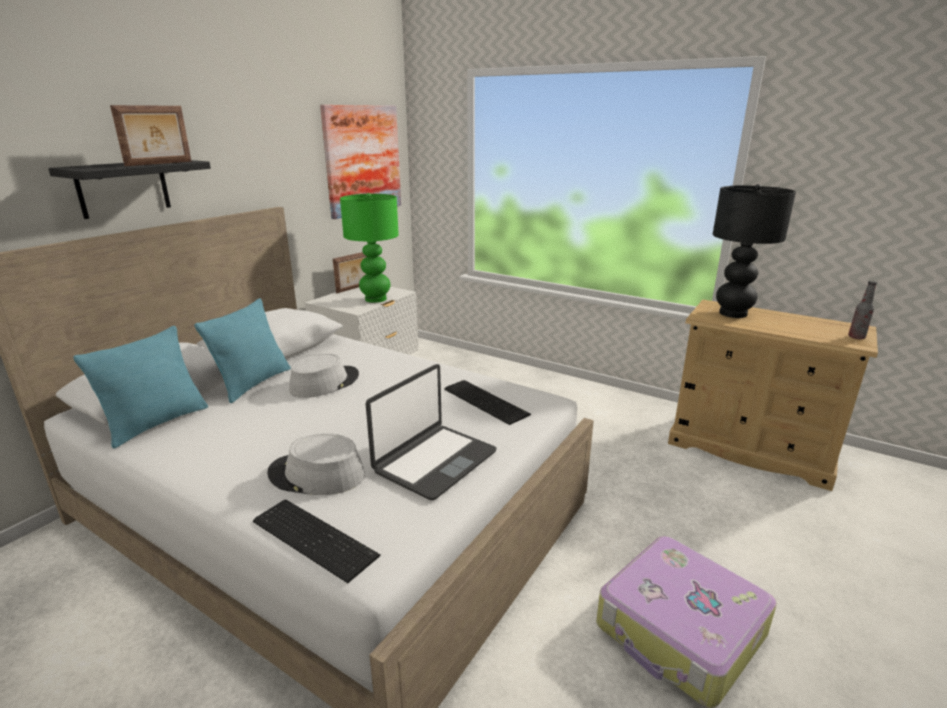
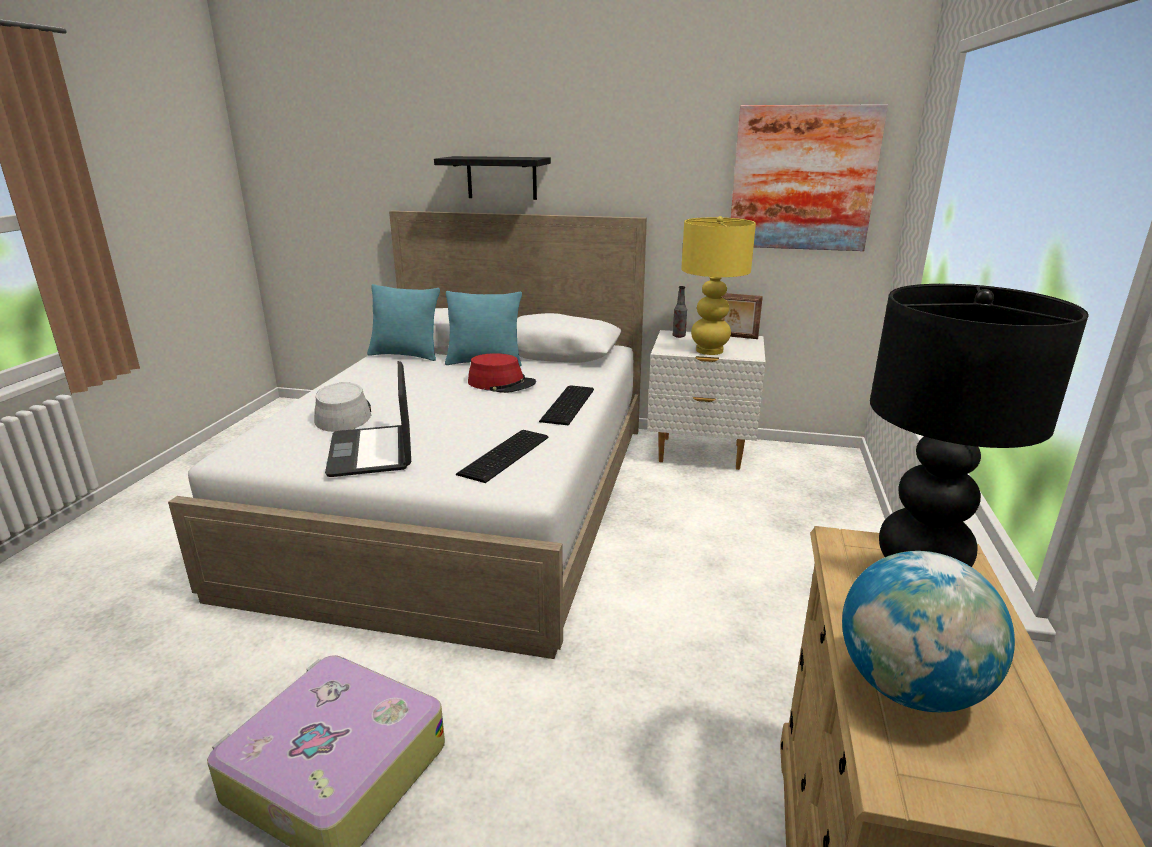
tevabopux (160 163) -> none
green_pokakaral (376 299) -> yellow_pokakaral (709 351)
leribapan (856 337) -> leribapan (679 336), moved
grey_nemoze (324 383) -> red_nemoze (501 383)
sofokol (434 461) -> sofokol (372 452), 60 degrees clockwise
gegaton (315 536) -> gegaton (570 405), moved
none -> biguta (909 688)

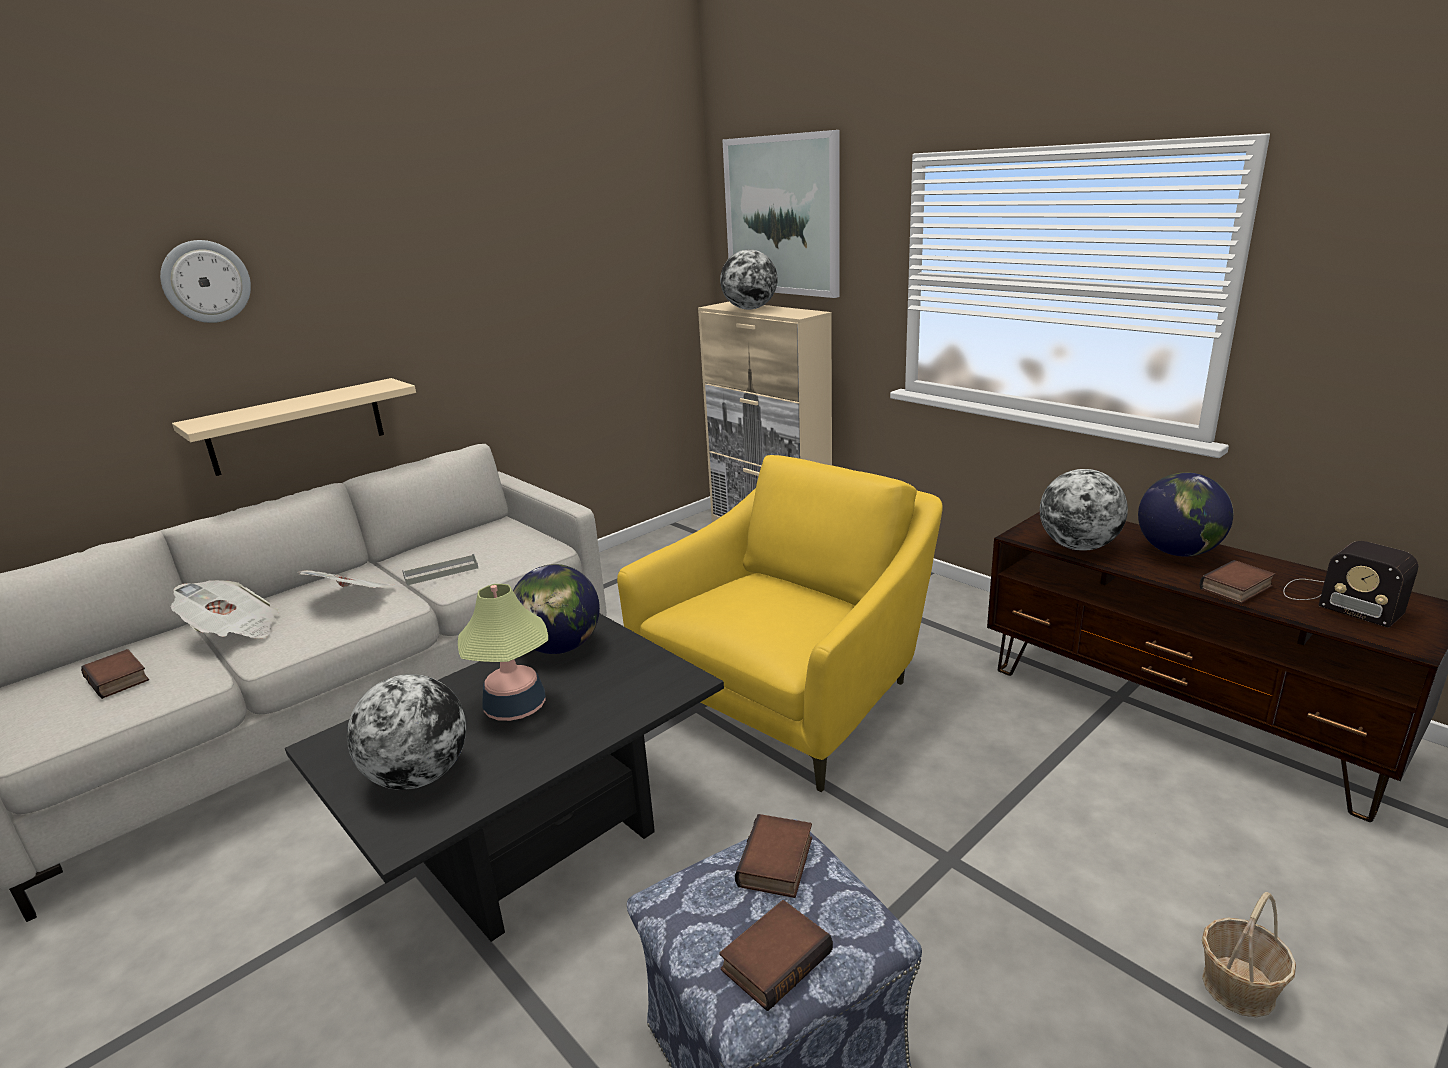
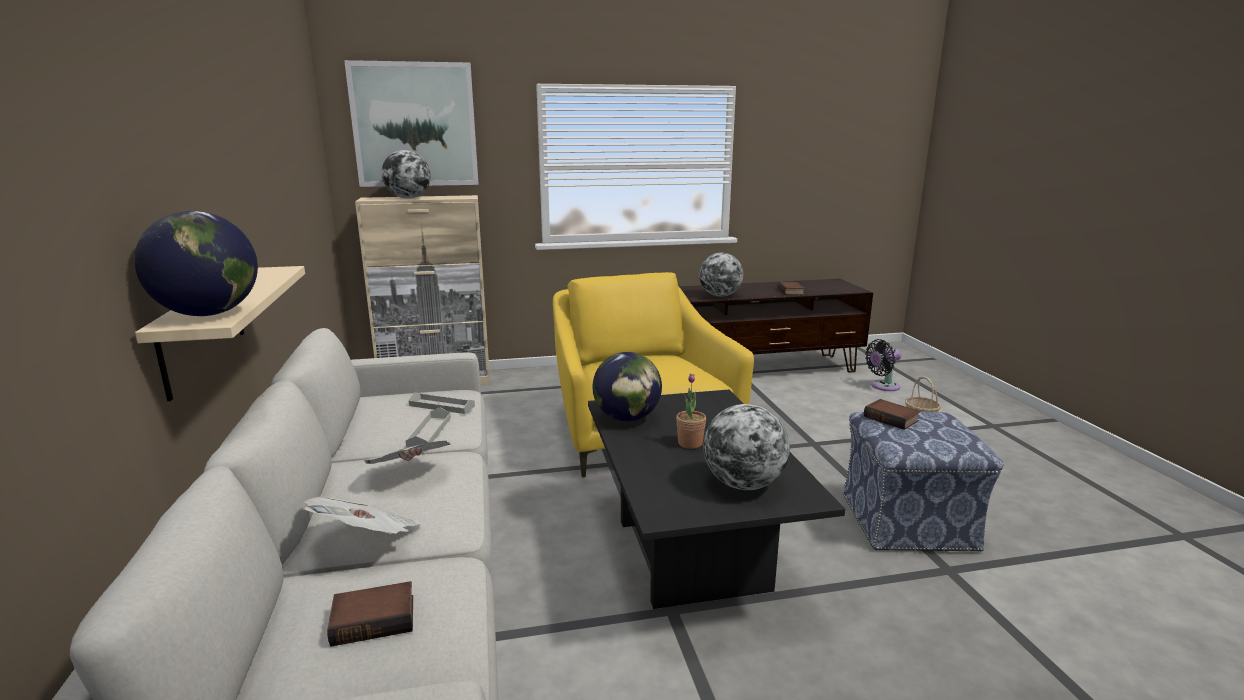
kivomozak (206 281) -> none
biguta (1177 552) -> biguta (208 314), moved
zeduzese (1336 600) -> none
pokakaral (515 707) -> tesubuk (690 443)
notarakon (775 958) -> none
none -> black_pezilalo (882 386)
none -> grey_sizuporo (442 406)

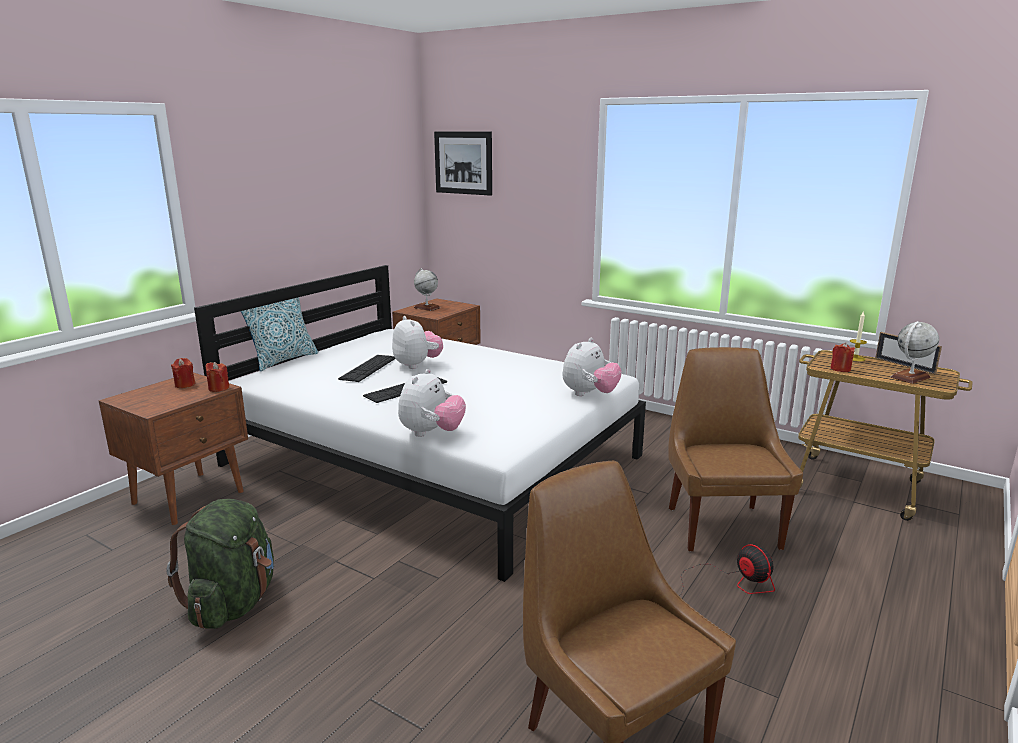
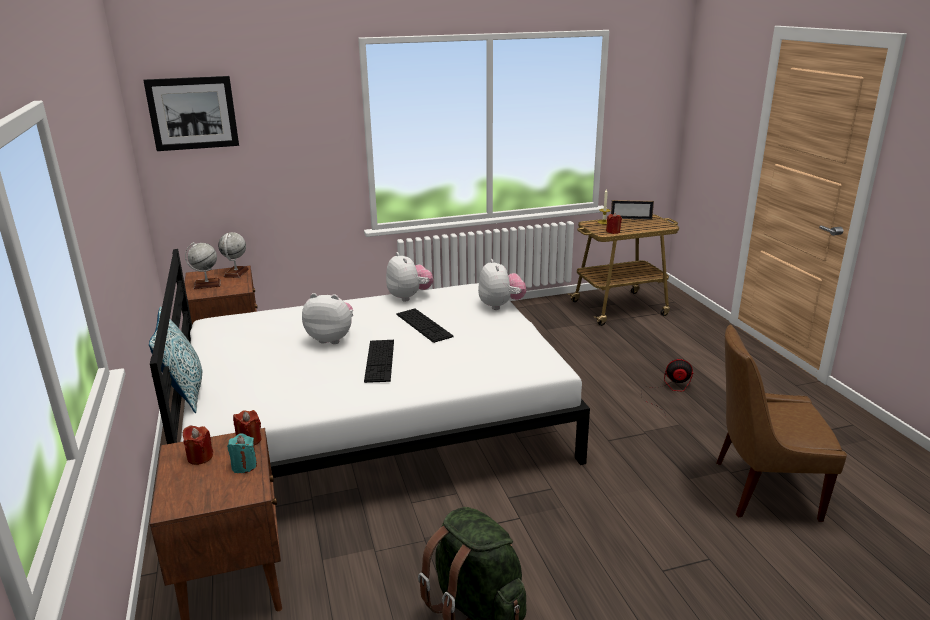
biguta (910 377) -> biguta (236 273), moved
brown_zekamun (721 525) -> none
gegaton (368 368) -> gegaton (423 325), moved
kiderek (431 433) -> kiderek (409 297), moved
none -> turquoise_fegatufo (244 466)

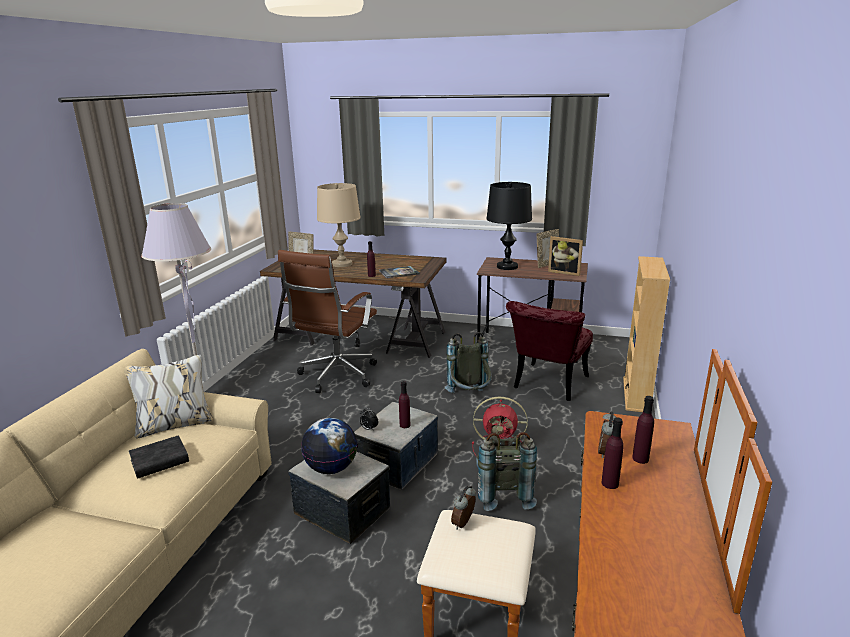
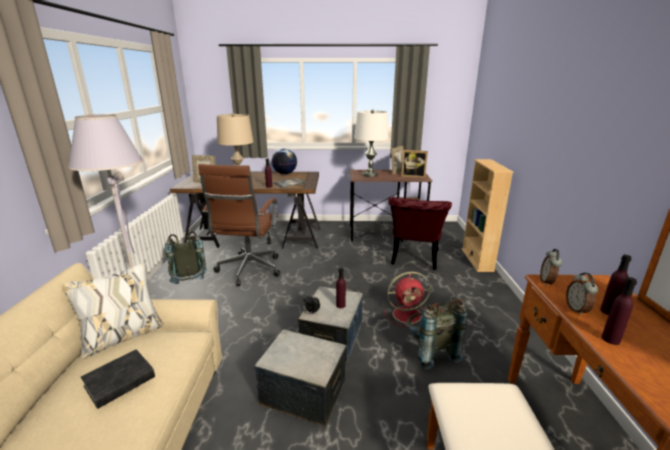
black_pokakaral (507 267) -> white_pokakaral (370 175)
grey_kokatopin (469 398) -> grey_kokatopin (190 286), moved
biguta (331 468) -> biguta (285 173), moved
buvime (464 524) -> buvime (547 282), moved

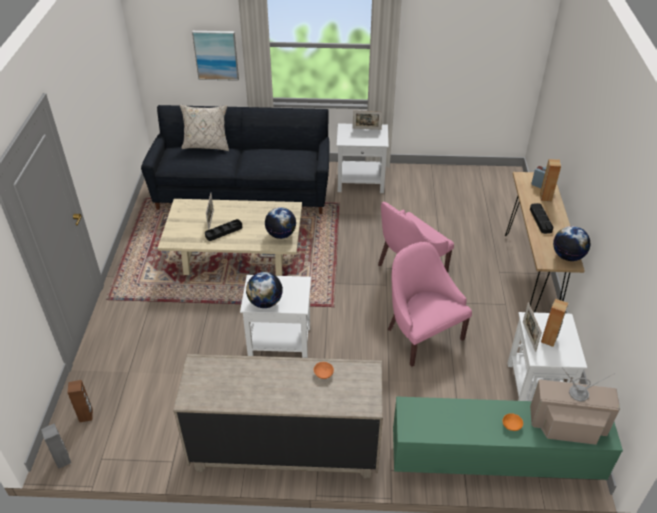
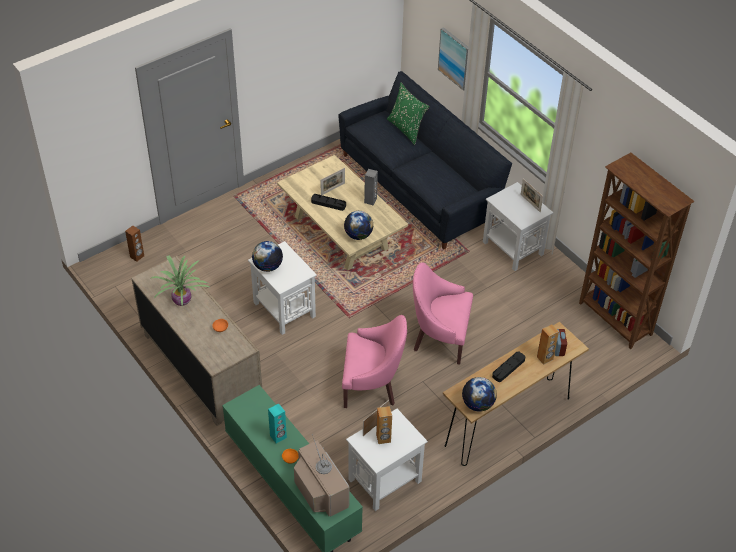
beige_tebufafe (206 145) -> green_tebufafe (406 129)
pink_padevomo (421 335) -> pink_padevomo (372 384), 75 degrees clockwise
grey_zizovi (63 460) -> grey_zizovi (370 200), moved
none -> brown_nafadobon (615 320)
none -> tesubuk (182 300)
none -> turquoise_zizovi (278 437)

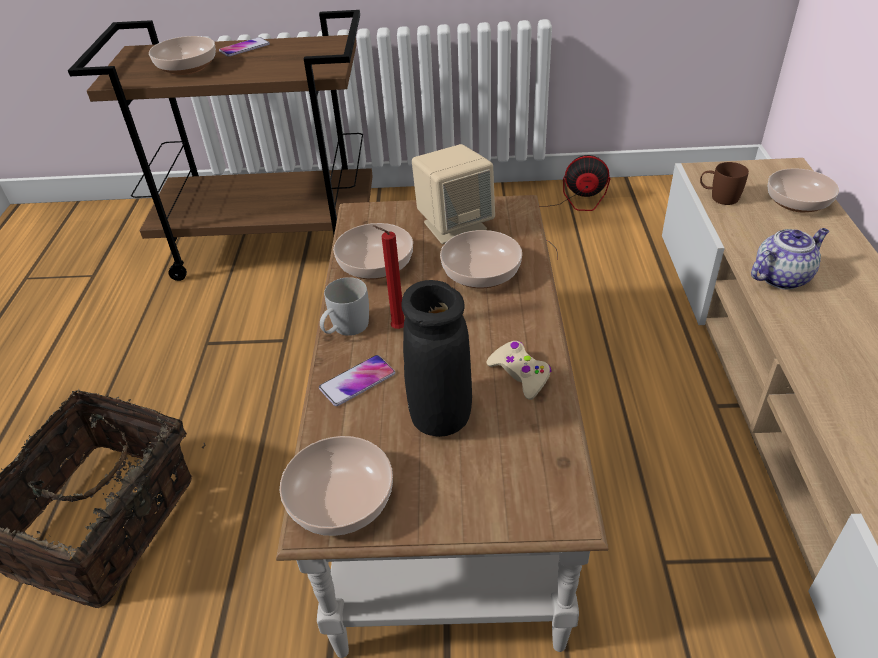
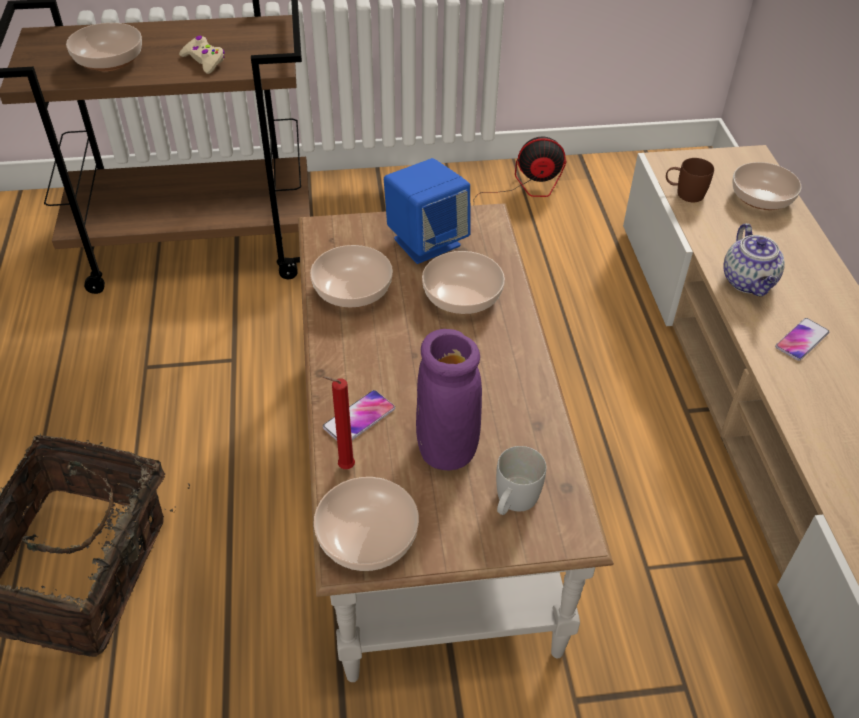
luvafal (244 48) -> luvafal (801 340), moved
beige_zizovi (454 225) -> blue_zizovi (426 242)
red_fegatufo (396 329) -> red_fegatufo (343 467), moved
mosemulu (782 277) -> mosemulu (749 282), 120 degrees clockwise
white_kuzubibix (345 329) -> white_kuzubibix (513 502), moved
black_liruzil (440 415) -> purple_liruzil (446 448)
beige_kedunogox (520 374) -> beige_kedunogox (204 61), moved

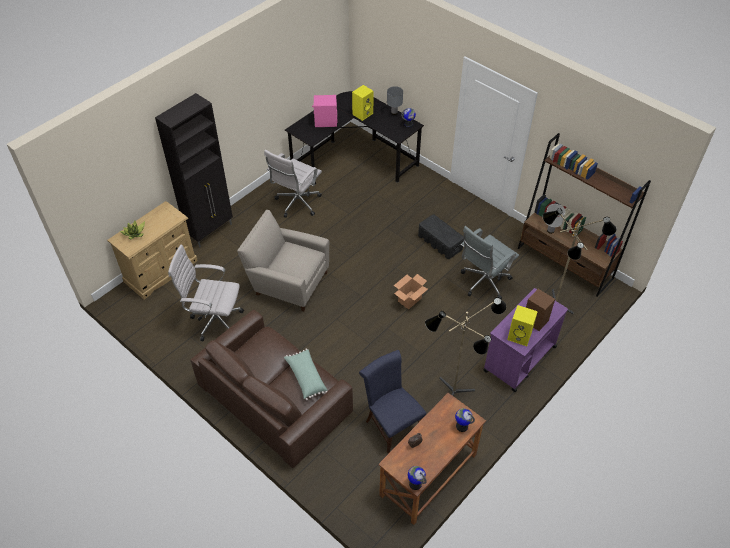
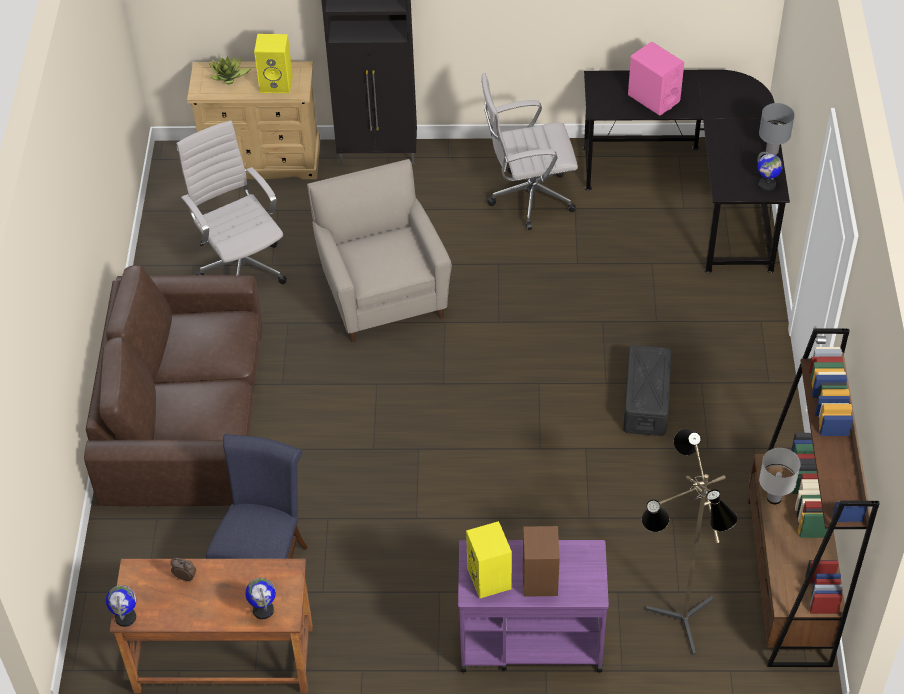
yellow_zizovi (362 113) -> yellow_zizovi (277 83), moved
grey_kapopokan (483 283) -> none
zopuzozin (409 300) -> none
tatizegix (455 396) -> none
green_tebufafe (306 377) -> none

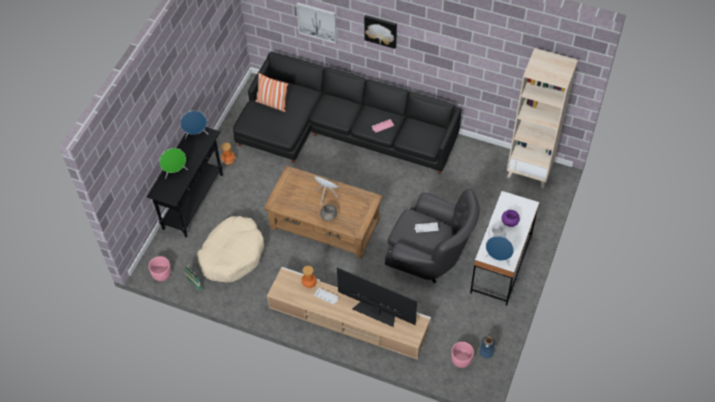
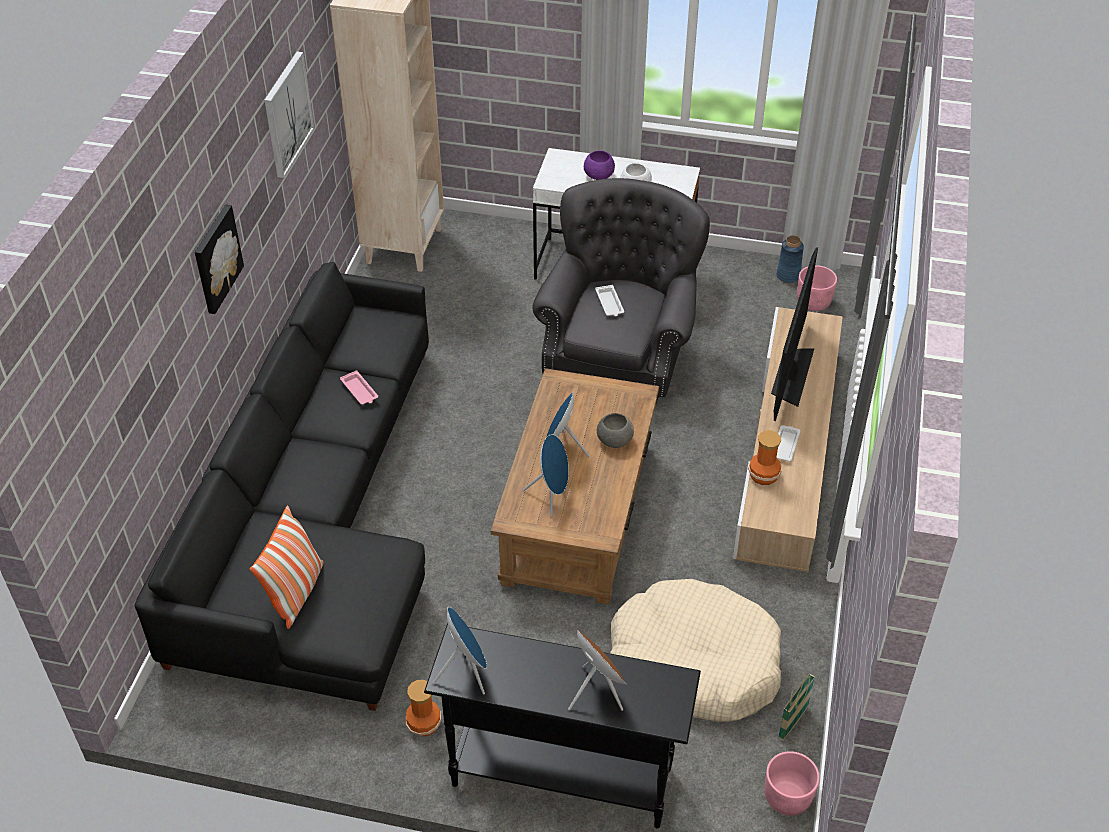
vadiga (317 22) -> vadiga (287 114), moved
green_zizovi (175 172) -> brown_zizovi (596 691)
blue_zizovi (498 259) -> blue_zizovi (551 496), moved

